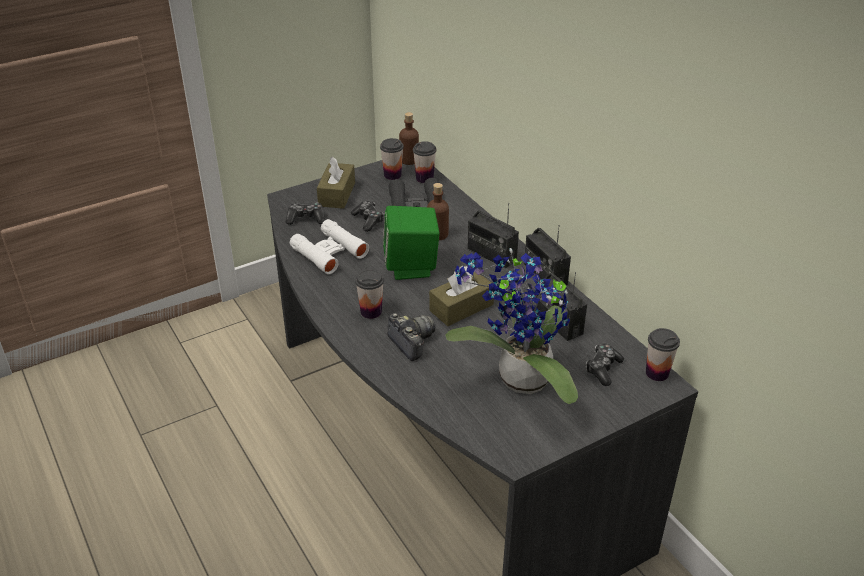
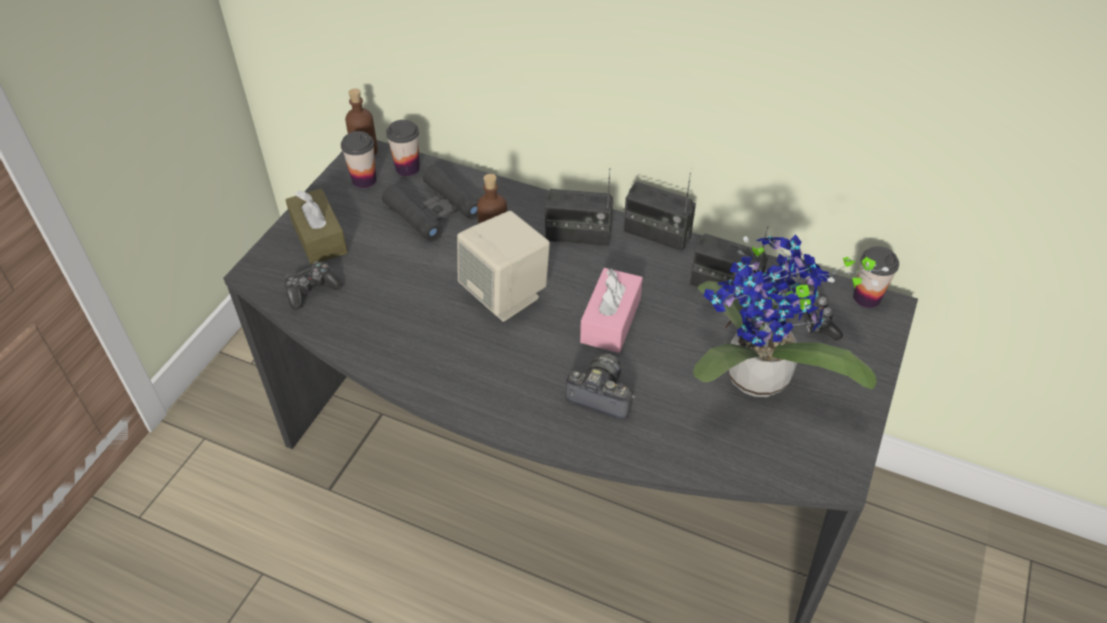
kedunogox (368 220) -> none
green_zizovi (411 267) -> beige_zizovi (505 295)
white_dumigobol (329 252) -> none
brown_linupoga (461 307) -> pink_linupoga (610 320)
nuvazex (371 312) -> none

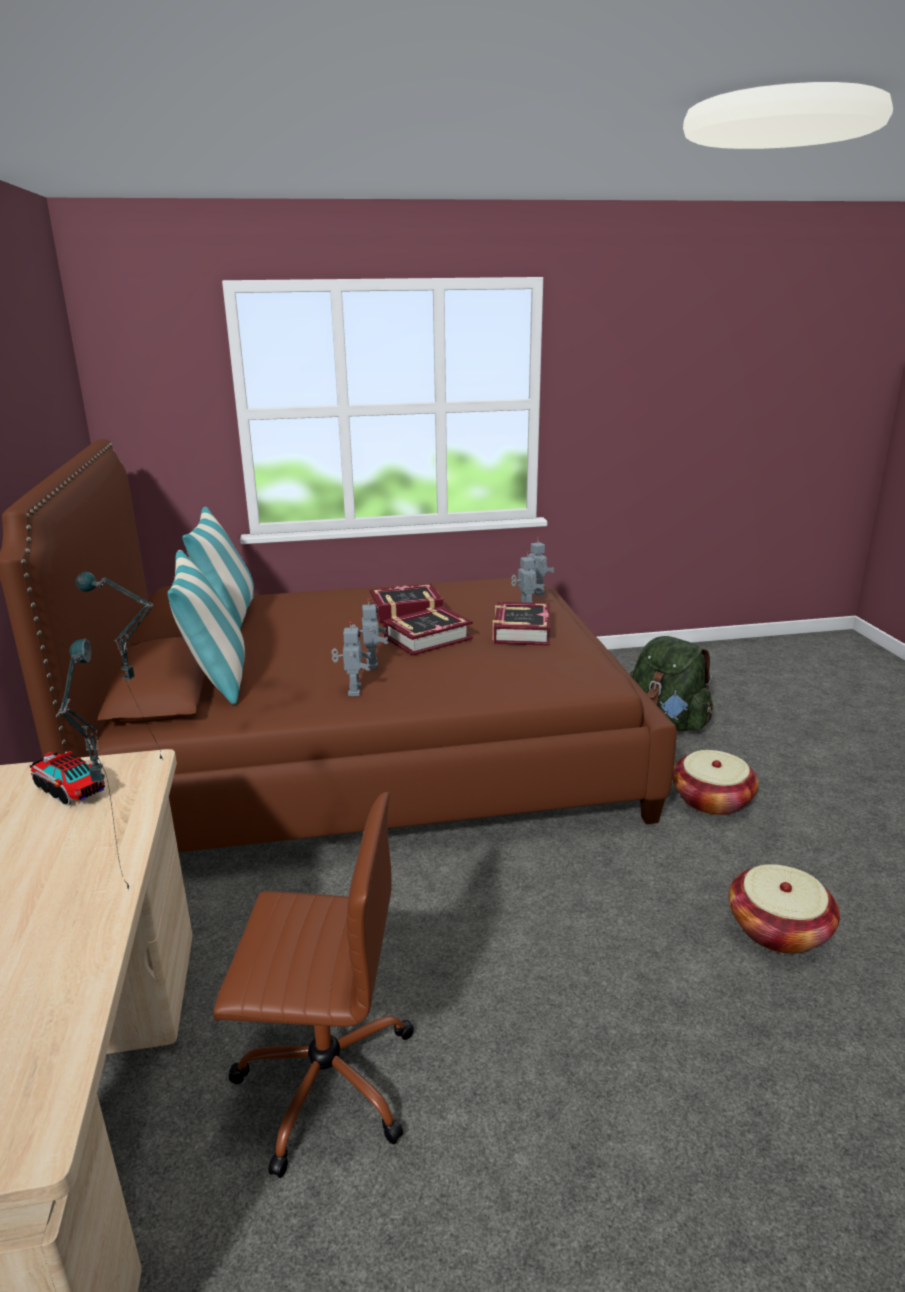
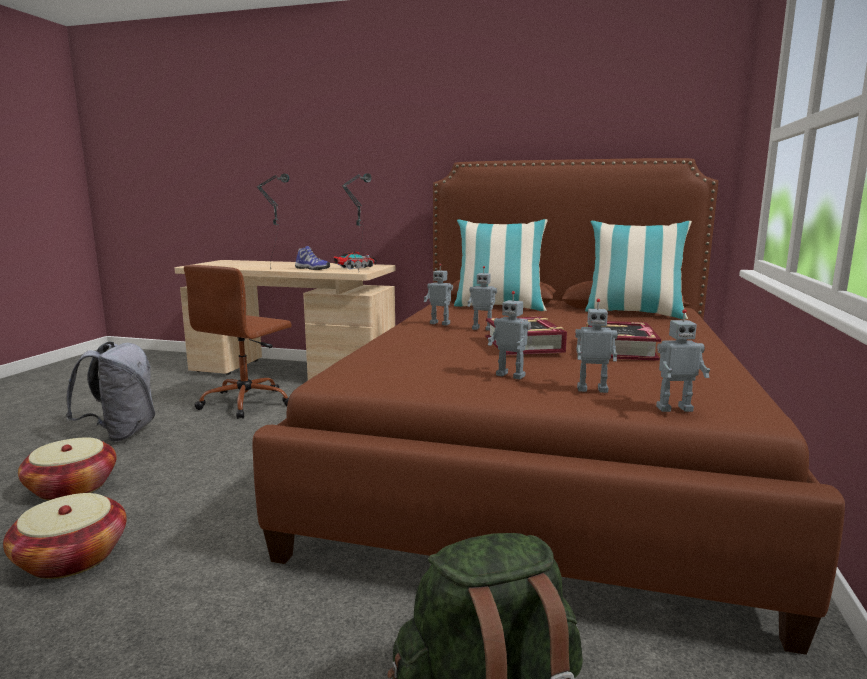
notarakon (521 631) -> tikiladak (511 375)
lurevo (711 800) -> lurevo (72 488), moved
none -> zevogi (311 269)
none -> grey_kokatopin (121 434)

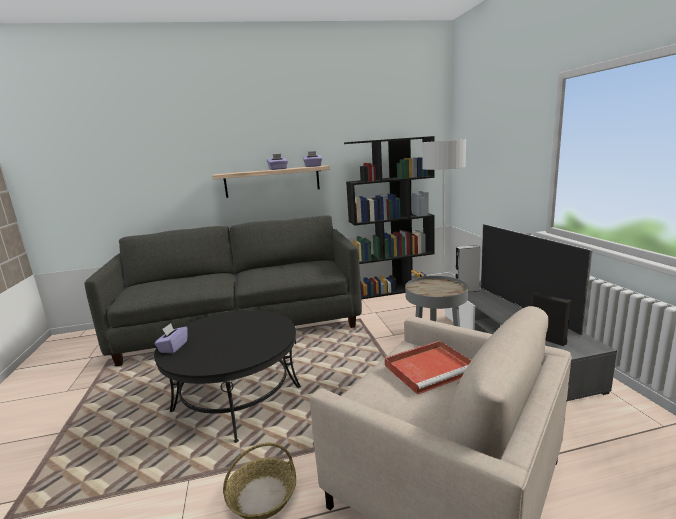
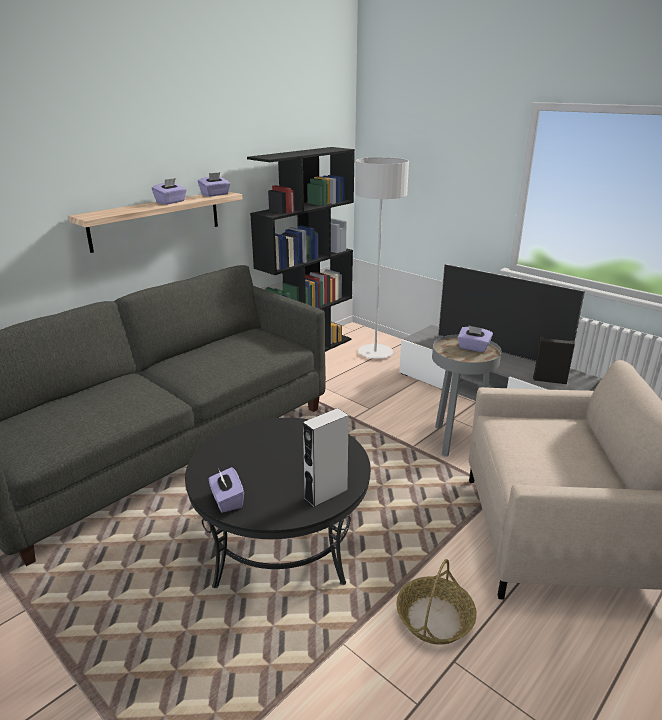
grey_zizovi (467 290) -> grey_zizovi (326 494), moved
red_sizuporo (430 368) -> none
none -> purple_linupoga (473 348)

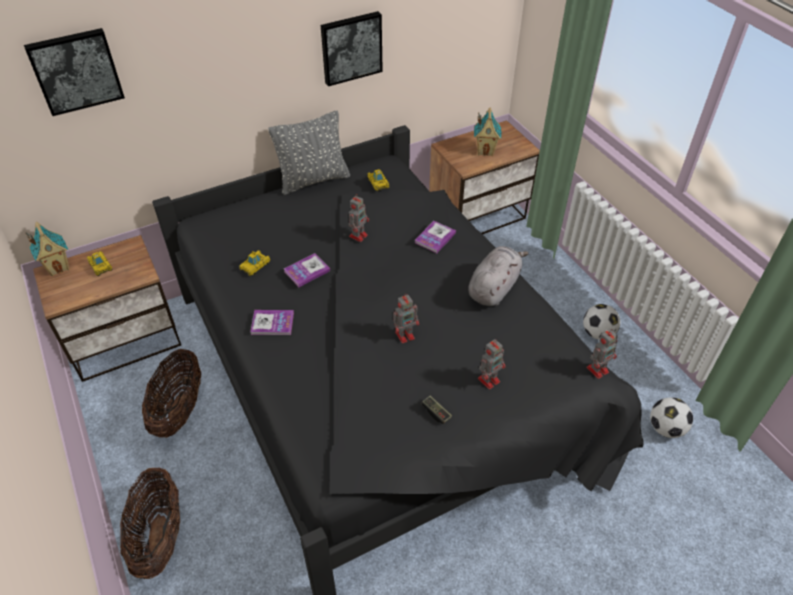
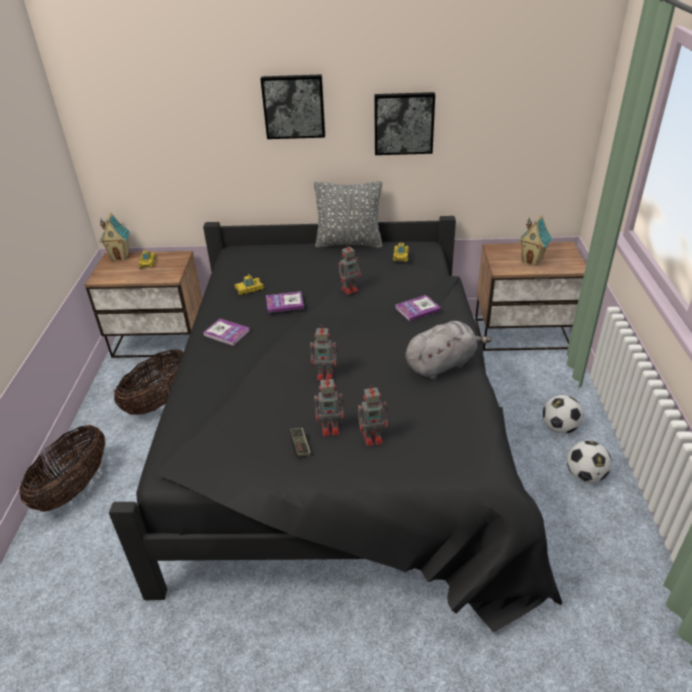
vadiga (75 70) -> vadiga (294 106), moved
tikiladak (598 369) -> tikiladak (331 428), moved
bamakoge (666 428) -> bamakoge (559 427), moved

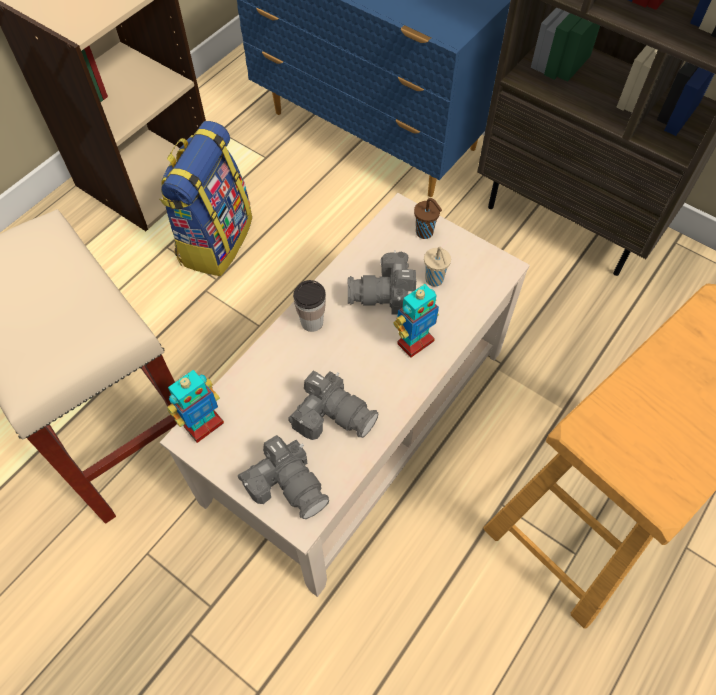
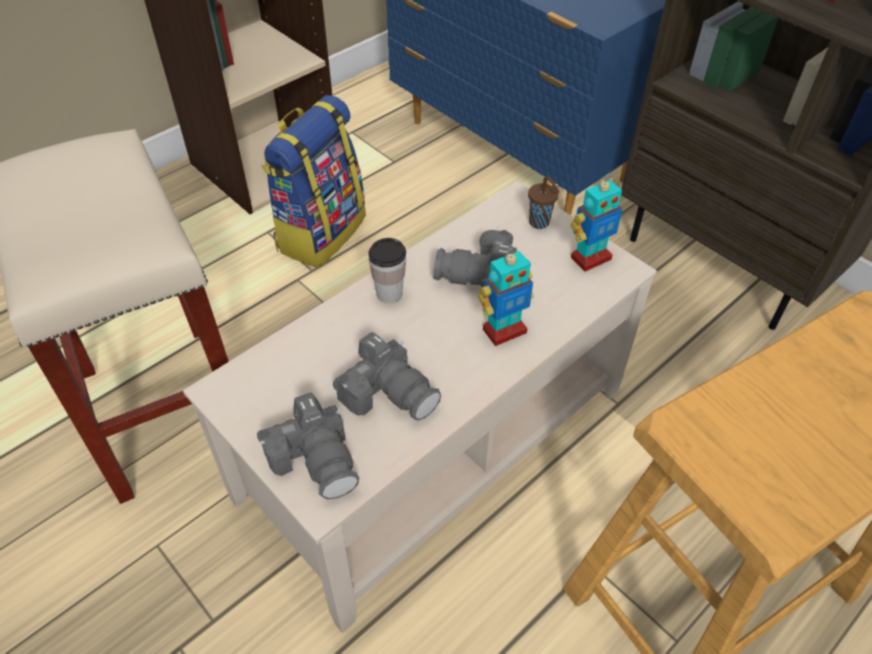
beige_nuvazex (435 280) -> none
tikiladak (203 424) -> tikiladak (590 258), moved

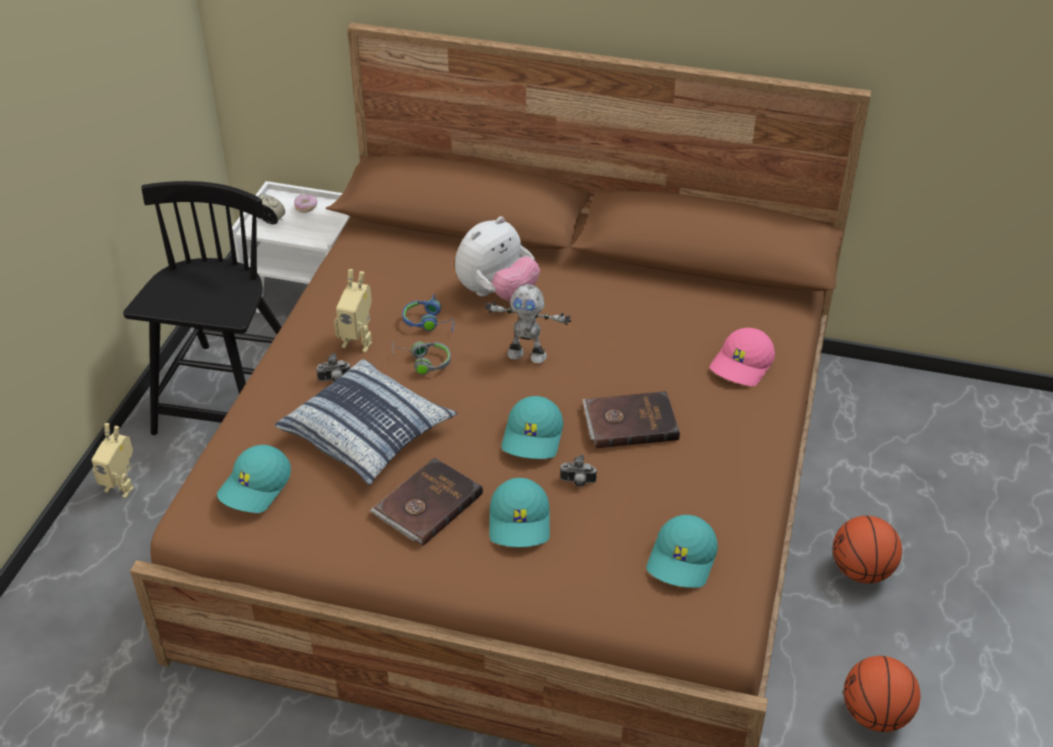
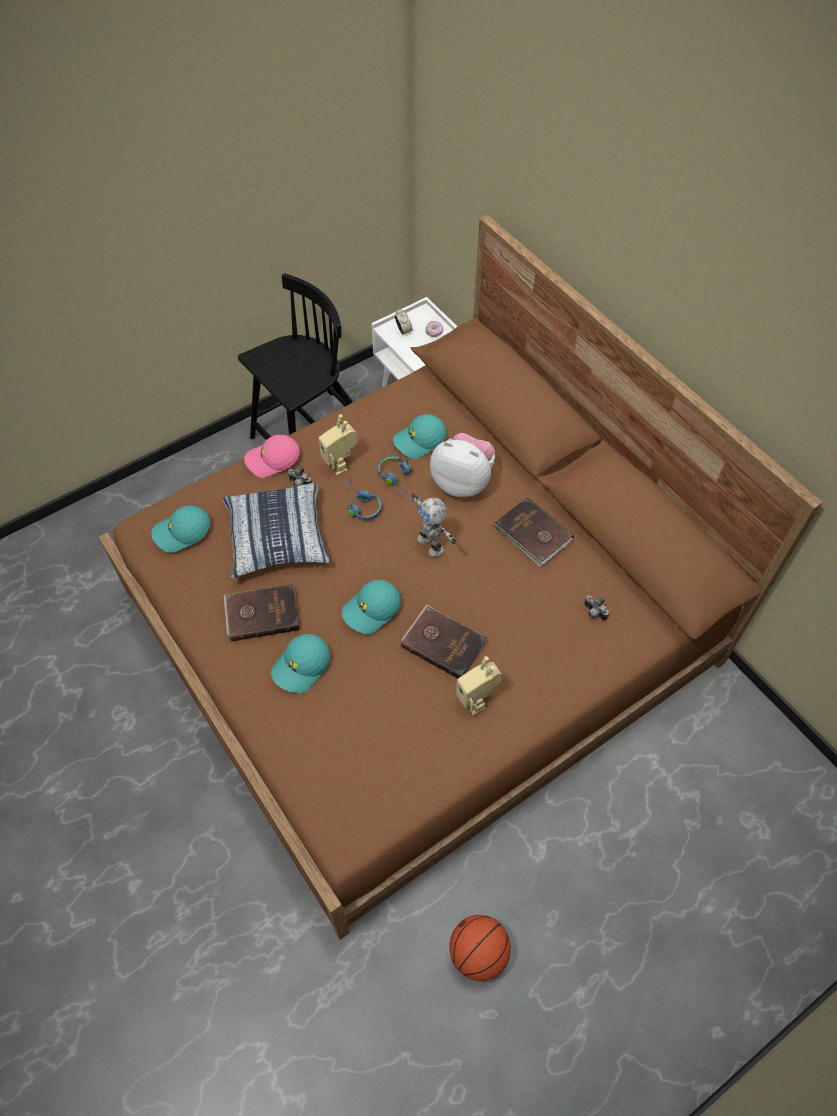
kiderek (497 293) -> kiderek (462 482), 150 degrees counterclockwise
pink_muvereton (742 365) -> pink_muvereton (273 460), moved
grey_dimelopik (422 362) -> blue_dimelopik (361 506)
tikiladak (121 486) -> tikiladak (476 700), moved
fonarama (577 482) -> fonarama (593 613), moved
turquoise_muvereton (683 560) -> turquoise_muvereton (419 441), moved
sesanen (862 571) -> none
none -> brown_notarakon (533 534)

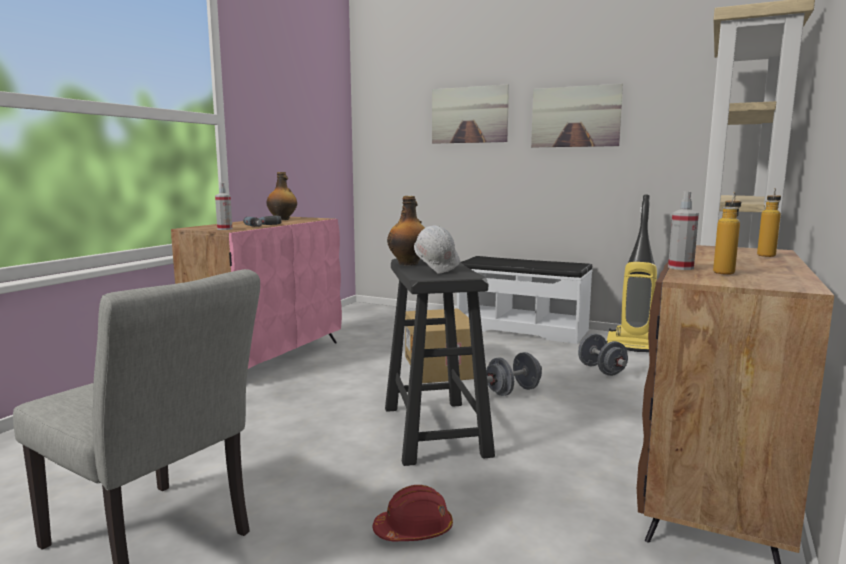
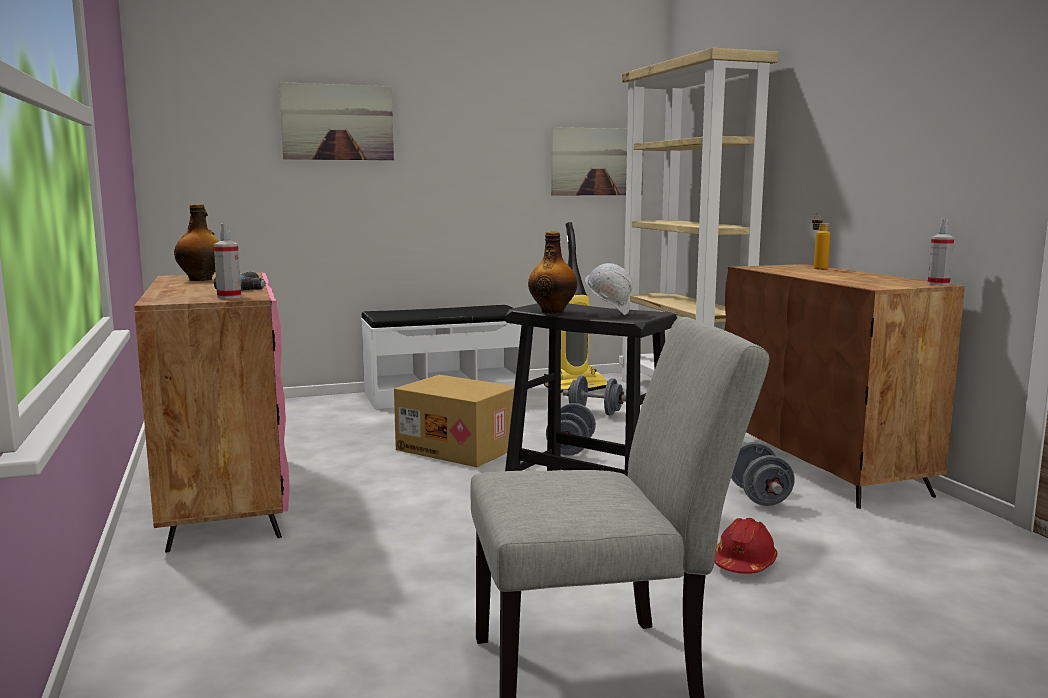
vadiga (575 117) -> vadiga (597 162), moved
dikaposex (680 268) -> dikaposex (938 284), moved
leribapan (725 272) -> none
none -> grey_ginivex (759 497)

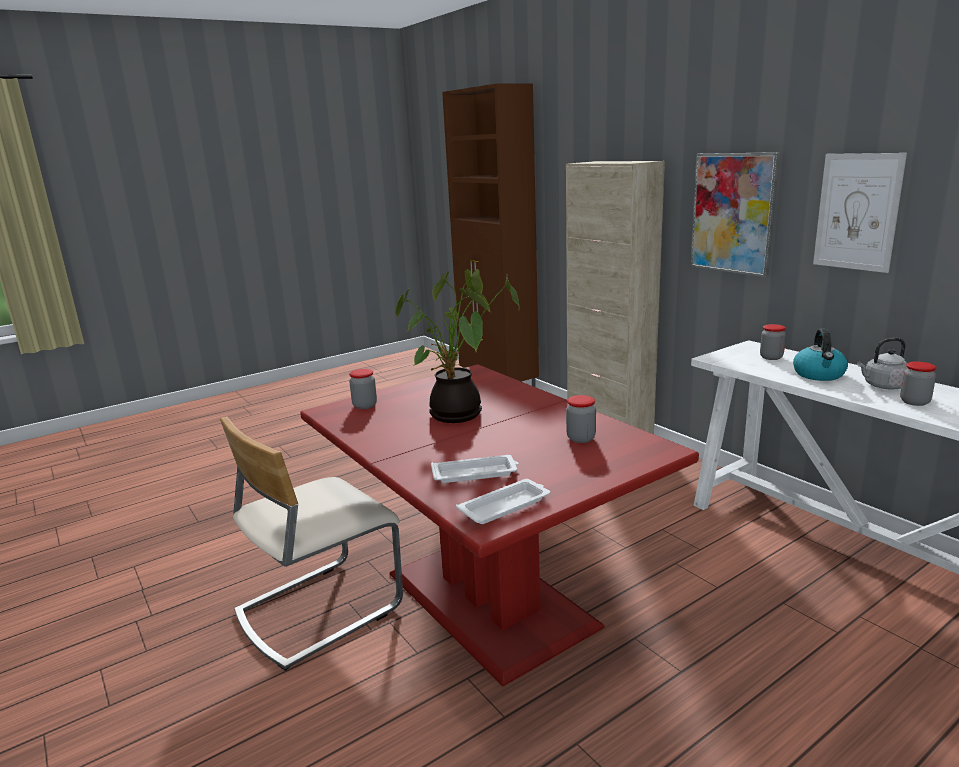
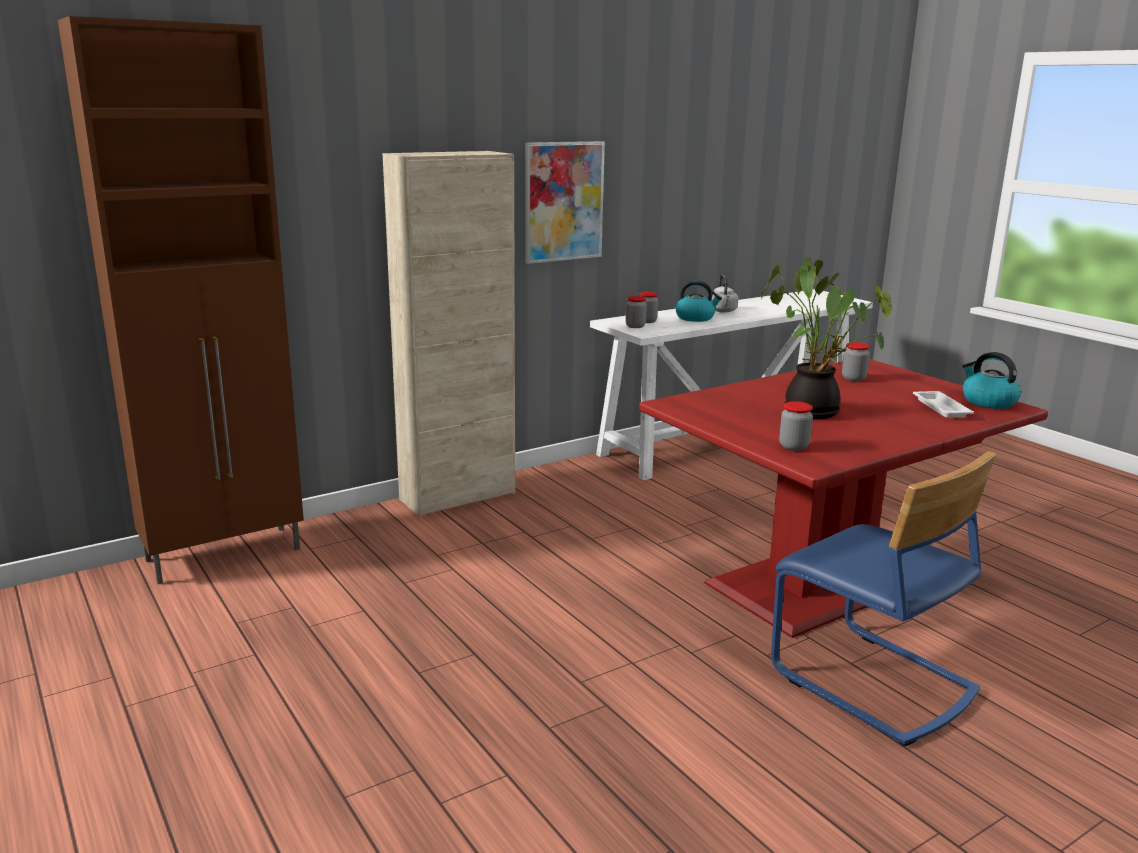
vadiga (857 212) -> none
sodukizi (914 402) -> sodukizi (635 326), moved
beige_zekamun (318 609) -> blue_zekamun (871 682)
white_sizuporo (506 506) -> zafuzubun (987 402)

